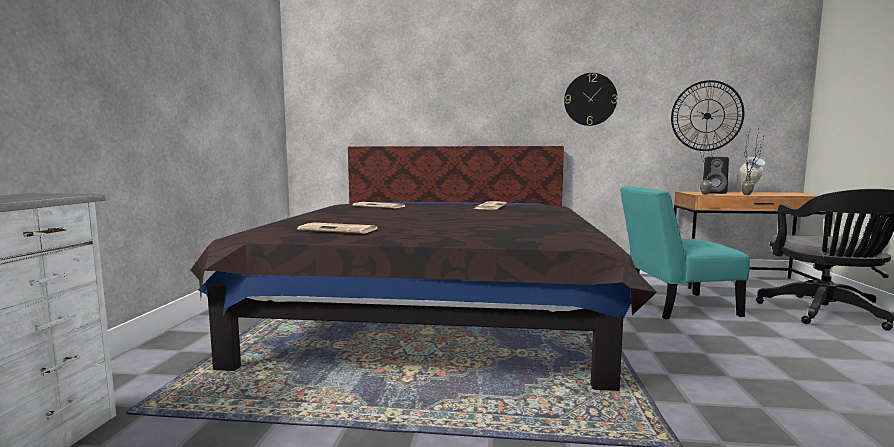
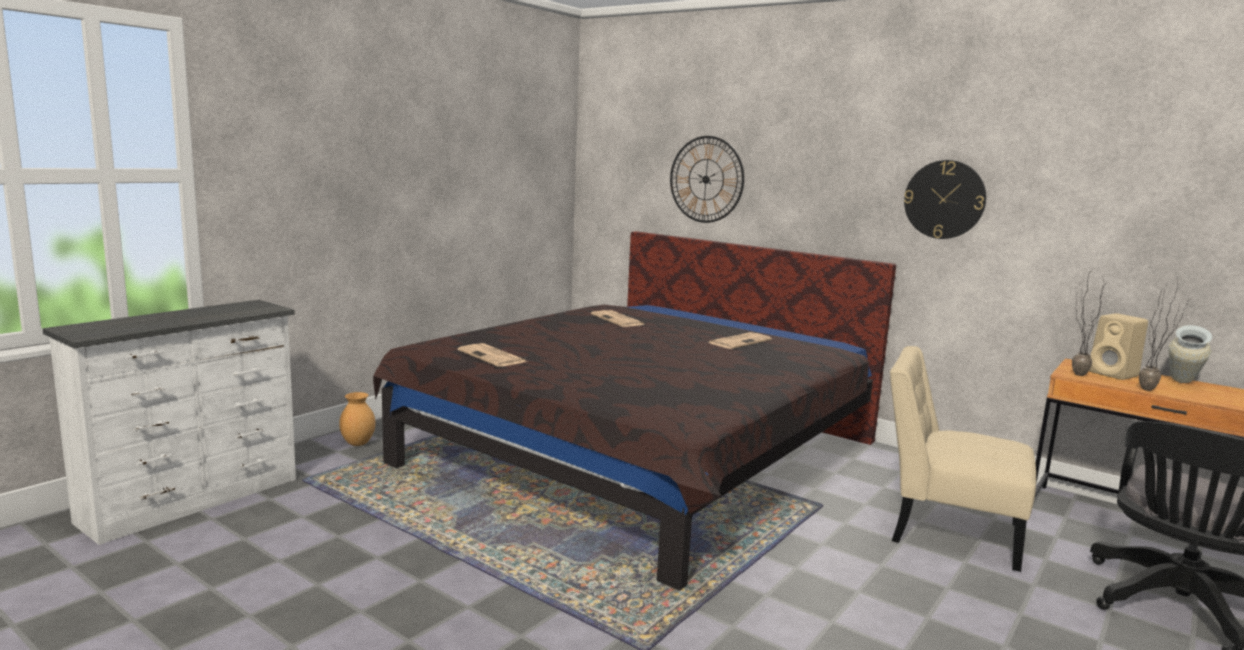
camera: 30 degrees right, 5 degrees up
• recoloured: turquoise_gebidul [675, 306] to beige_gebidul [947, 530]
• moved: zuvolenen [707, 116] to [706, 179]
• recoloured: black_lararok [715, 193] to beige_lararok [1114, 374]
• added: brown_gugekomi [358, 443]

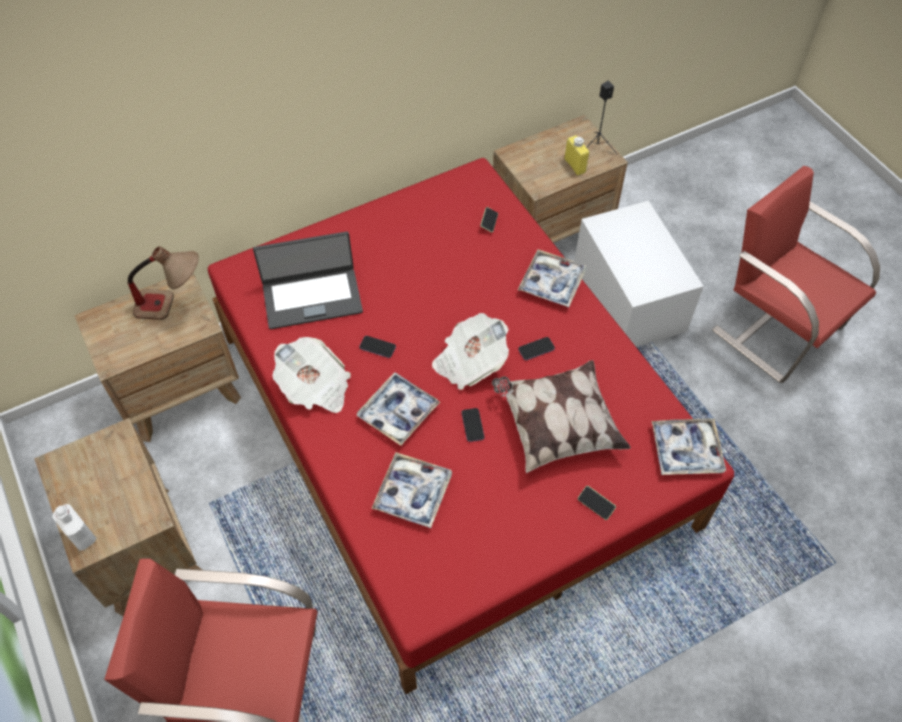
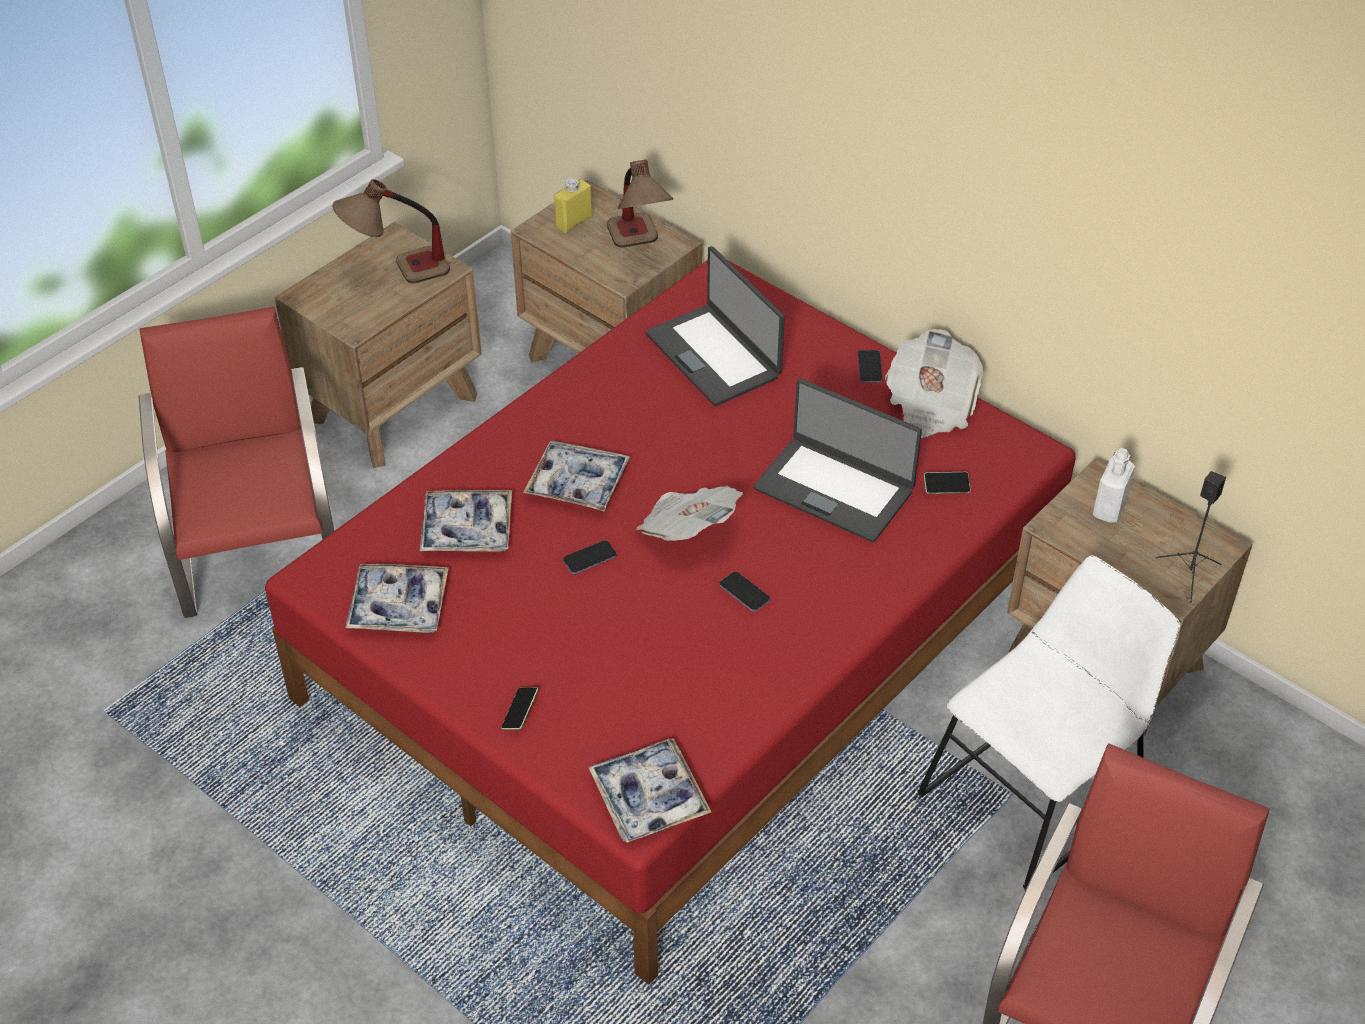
camera: 70 degrees right, 10 degrees down
• moved: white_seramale [82, 536] to [1109, 509]
• moved: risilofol [315, 387] to [930, 406]
• moved: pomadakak [377, 347] to [869, 368]
• removed: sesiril [556, 426]
• moved: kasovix [552, 283] to [398, 606]
• moved: yellow_seramale [575, 165] to [574, 222]
• replaced: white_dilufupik [628, 297] to white_gebidul [1037, 794]
• added: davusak [396, 274]
• added: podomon [834, 488]

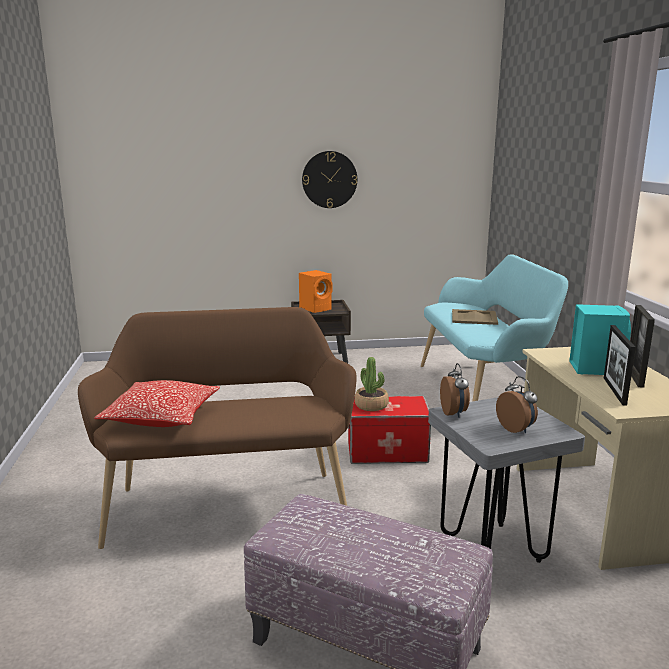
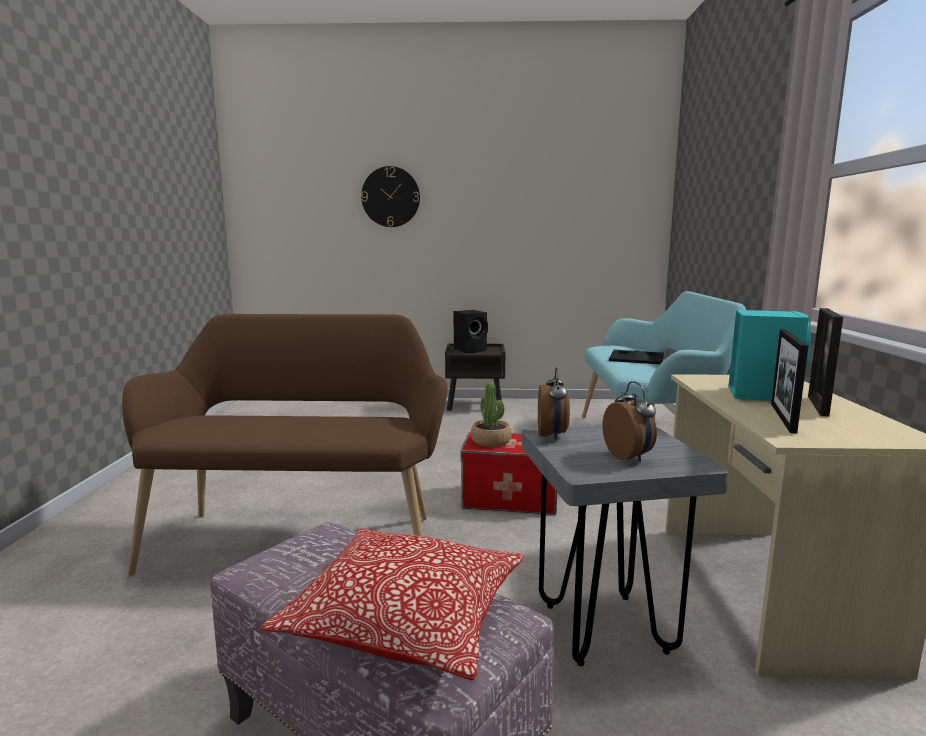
camera: 10 degrees right, 5 degrees down
• moved: sesiril [162, 417] to [406, 621]
• recoloured: orange_lararok [316, 308] to black_lararok [471, 350]
• moved: zuvolenen [329, 179] to [390, 197]
• recoloured: beige_kasovix [473, 317] to black_kasovix [636, 358]

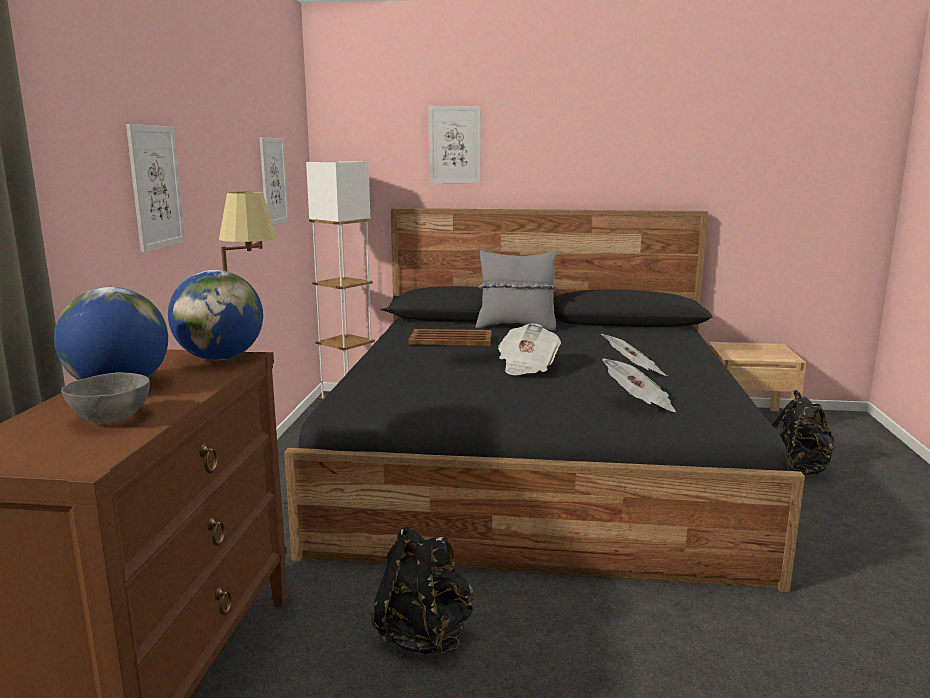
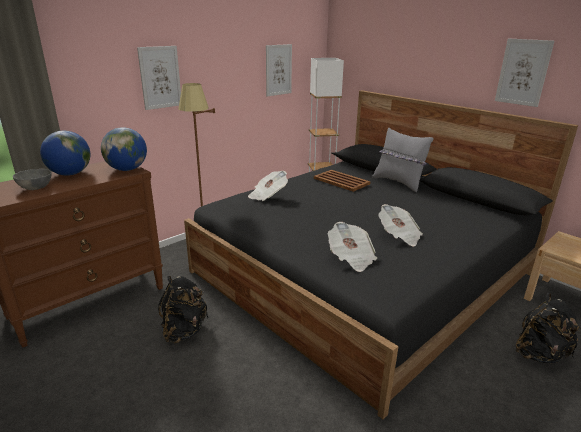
camera: 40 degrees right, 10 degrees up
• moved: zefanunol [454, 145] to [523, 72]
• moved: risilofol [526, 367] to [268, 195]

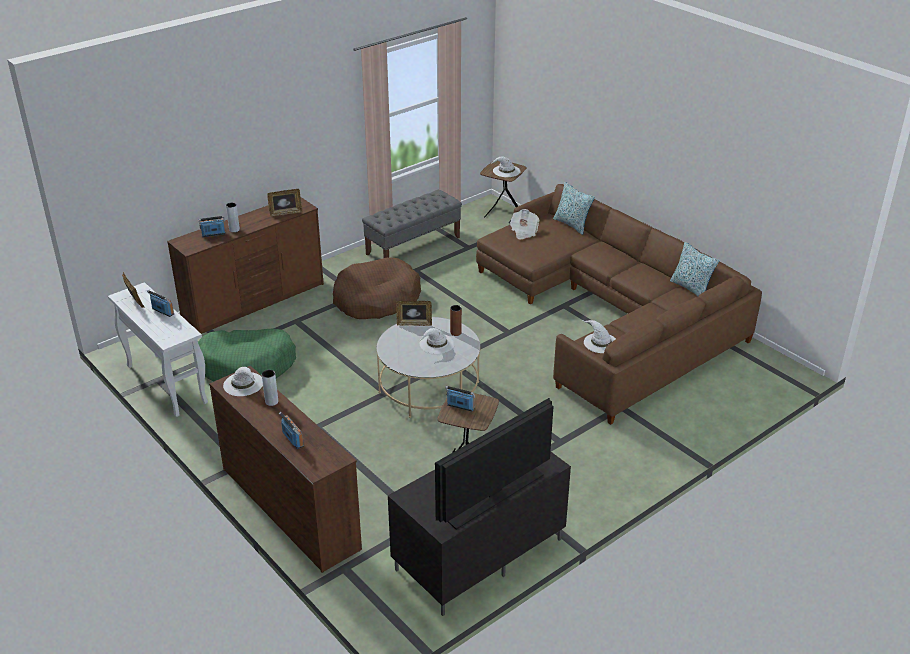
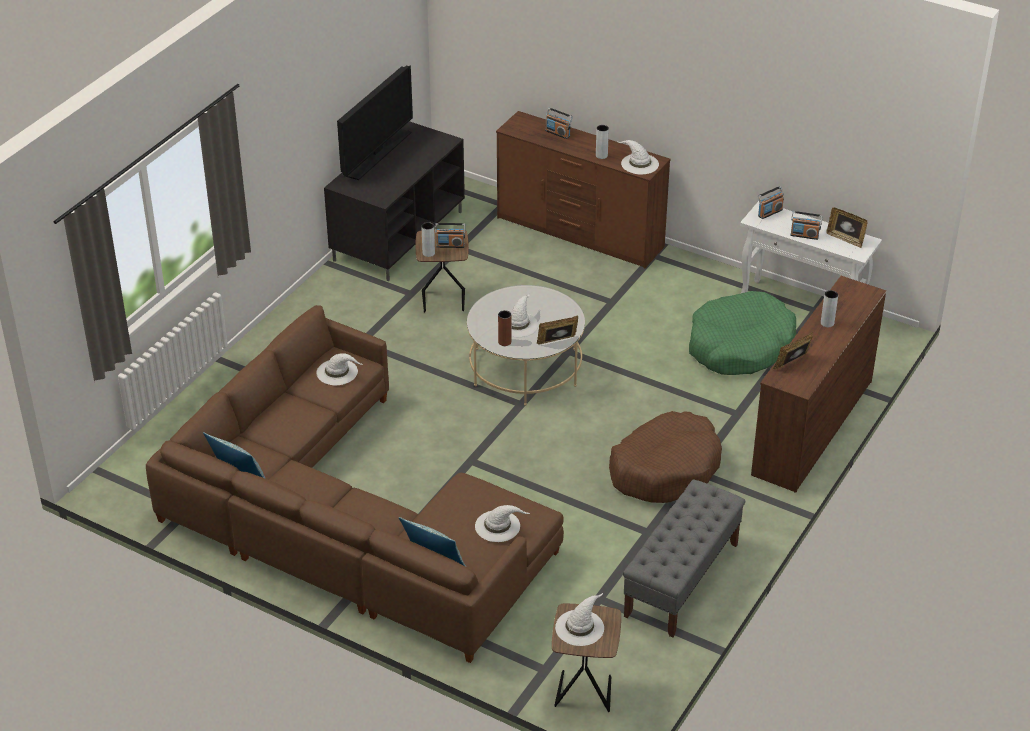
camera: 160 degrees right, 5 degrees up
• moved: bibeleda [213, 234] to [769, 212]
• replaced: risilofol [523, 232] to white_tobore [498, 526]
• added: grey_gugekomi [428, 253]

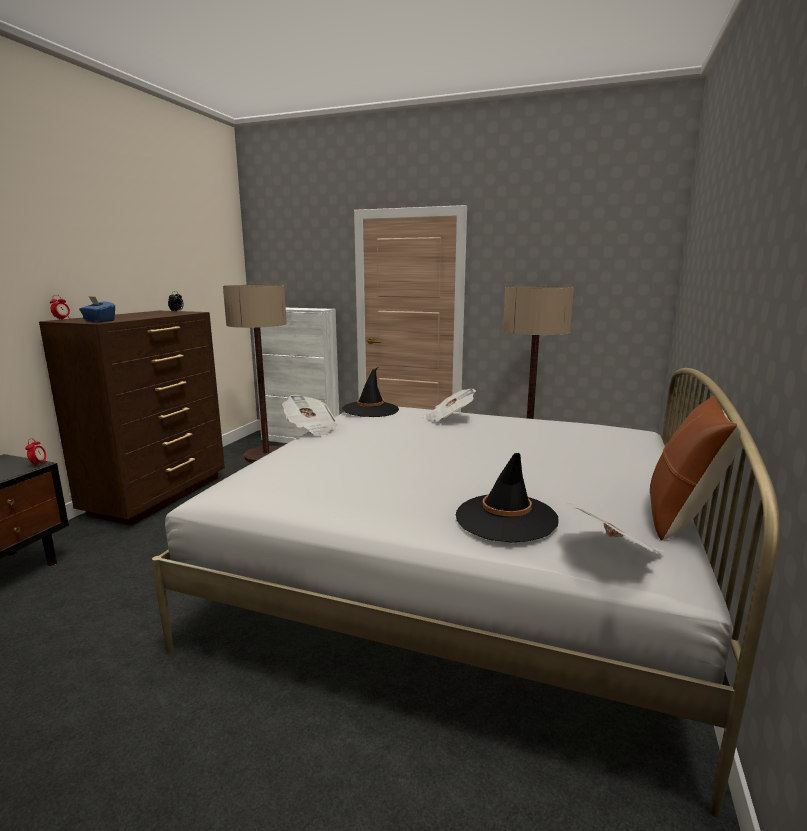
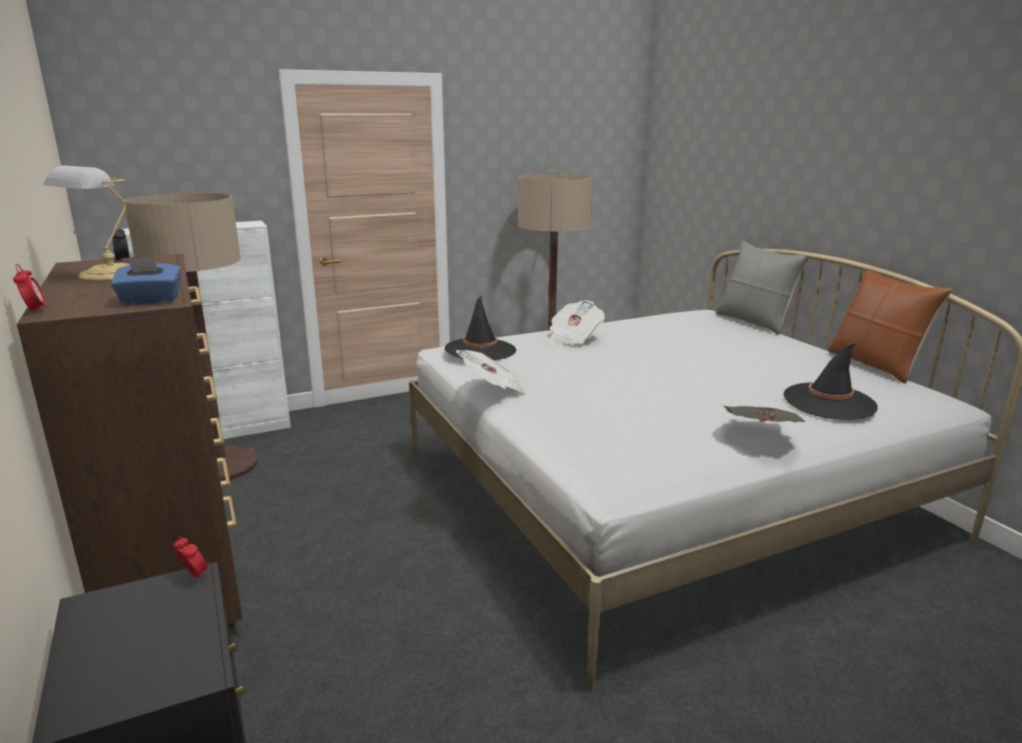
camera: 45 degrees left, 5 degrees up
• moved: risilofol [614, 552] to [760, 434]
• added: davusak [108, 274]
• added: grey_sesiril [754, 322]

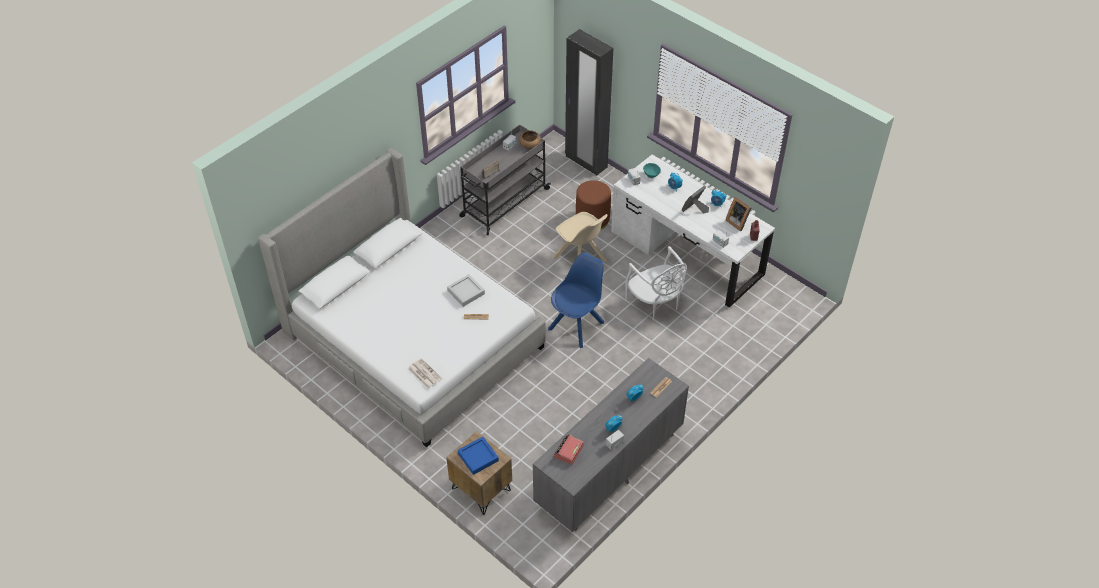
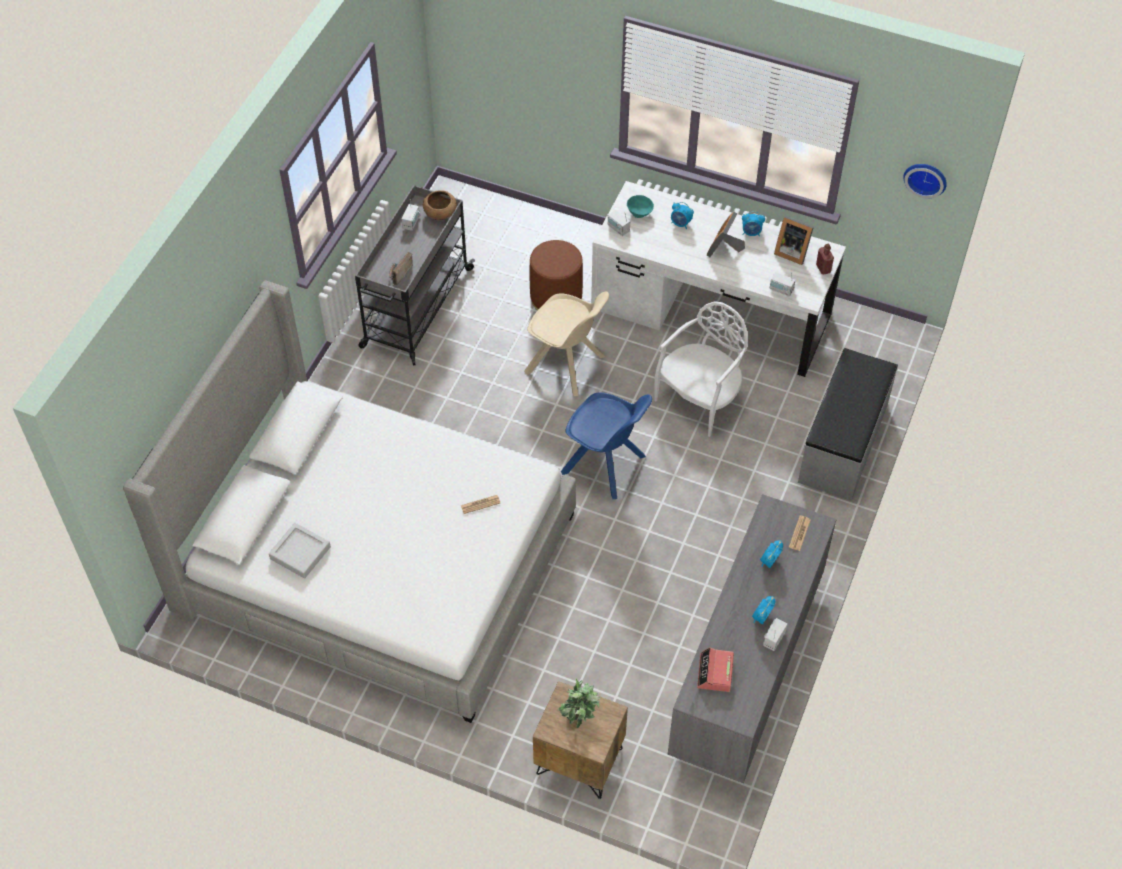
camera: 20 degrees left, 5 degrees up
• removed: risilofol [424, 373]
• moved: grey_kasovix [466, 292] to [300, 553]
• replaced: blue_kasovix [478, 457] to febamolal [579, 721]
• turned: blue_gebidul [577, 325] = [605, 466] 105 degrees clockwise
• removed: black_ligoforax [586, 162]
• turned: white_gebidul [655, 303] = [700, 400] 90 degrees counterclockwise
• added: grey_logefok [844, 444]
• added: zuvolenen [926, 178]

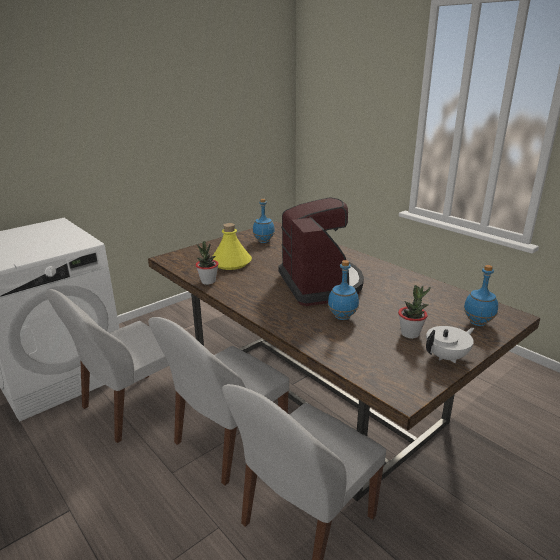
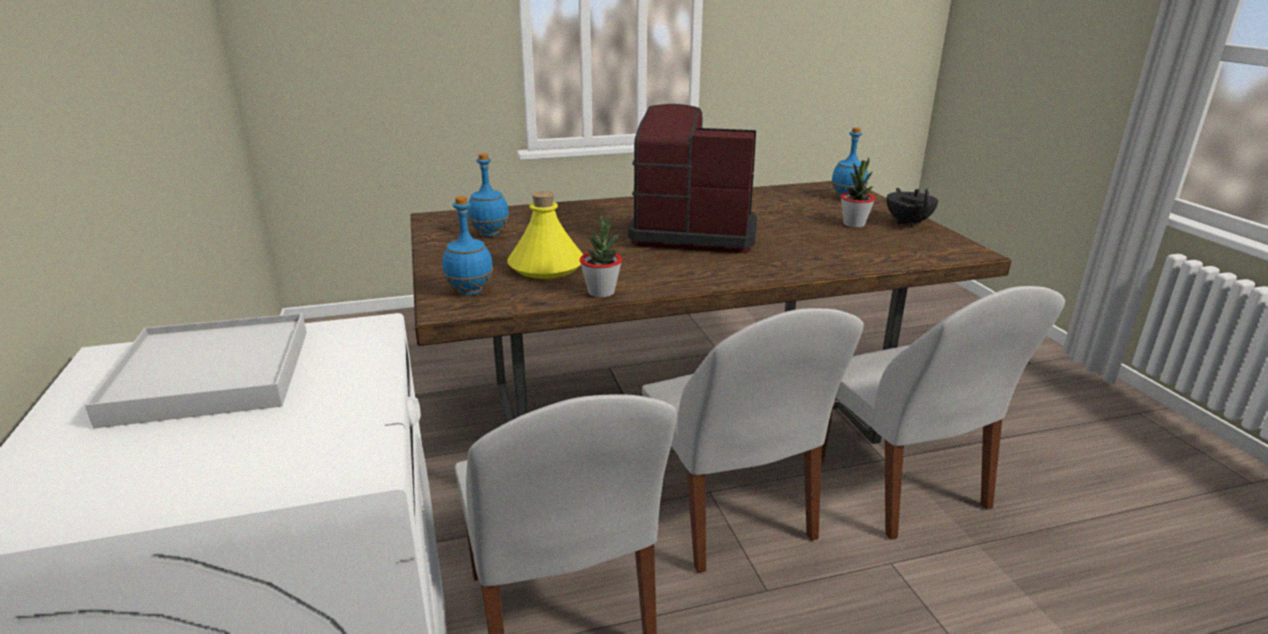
camera: 65 degrees left, 0 degrees up
• moved: blue_seramale [342, 317] to [470, 291]
• recoloured: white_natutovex [447, 357] to black_natutovex [908, 222]
• added: white_kasovix [211, 375]

